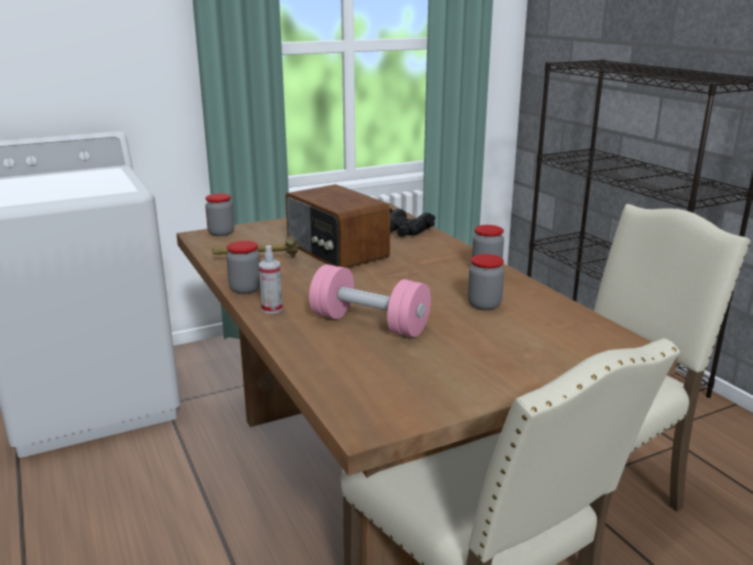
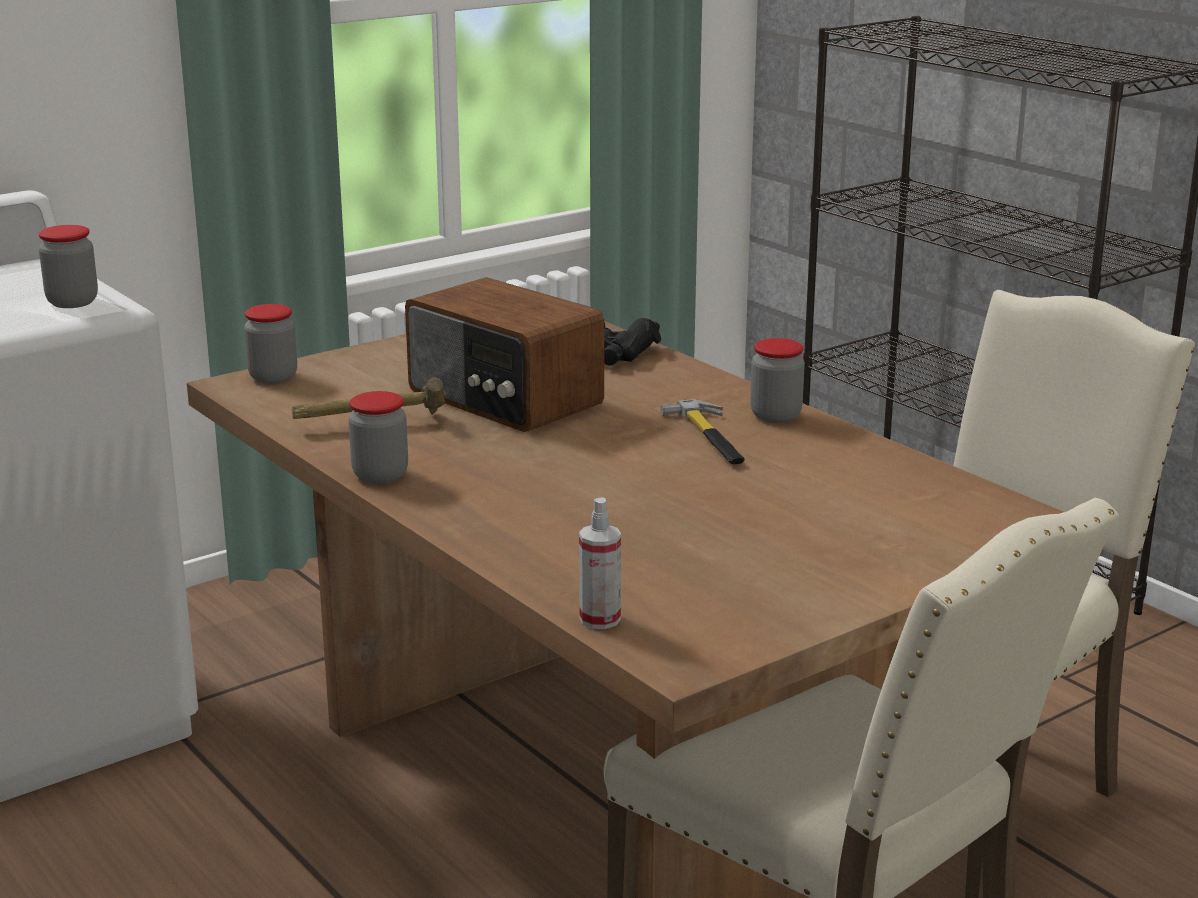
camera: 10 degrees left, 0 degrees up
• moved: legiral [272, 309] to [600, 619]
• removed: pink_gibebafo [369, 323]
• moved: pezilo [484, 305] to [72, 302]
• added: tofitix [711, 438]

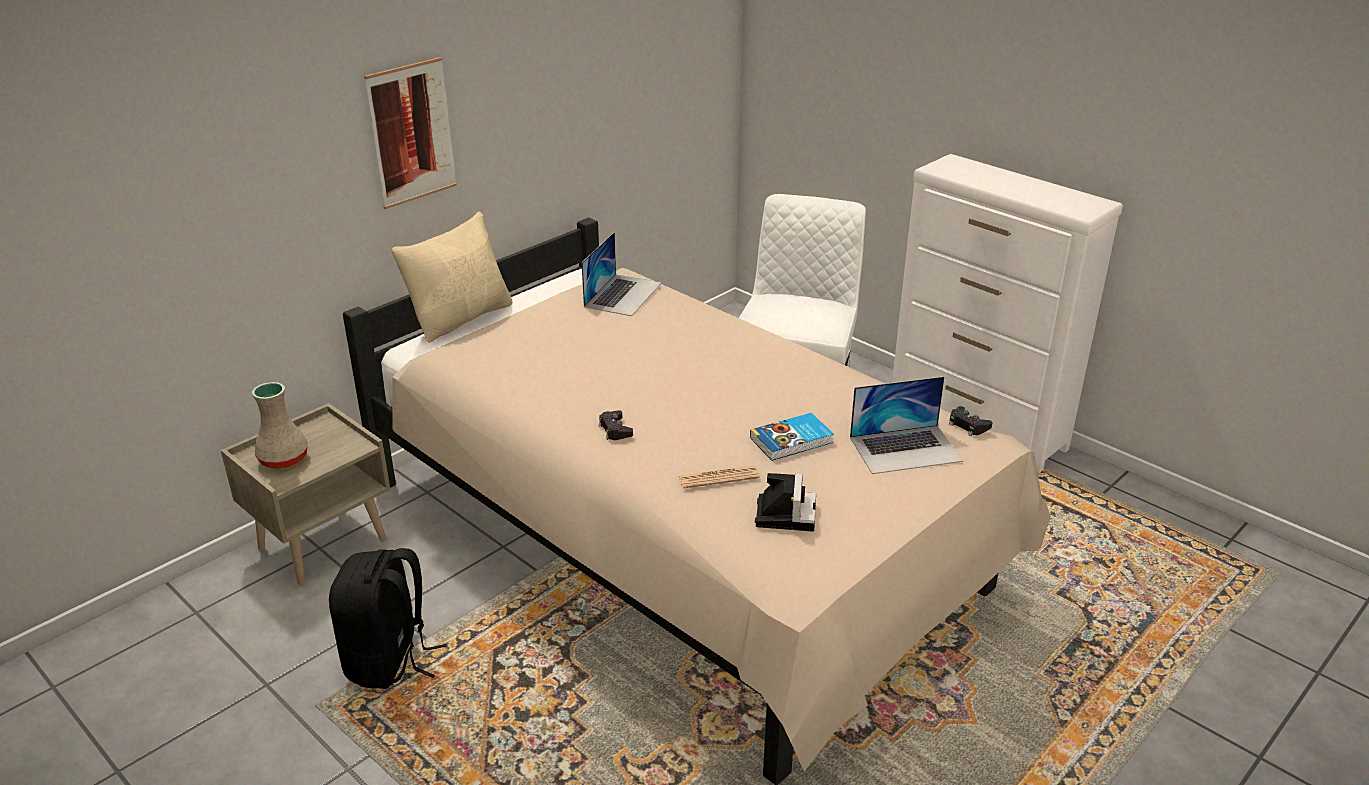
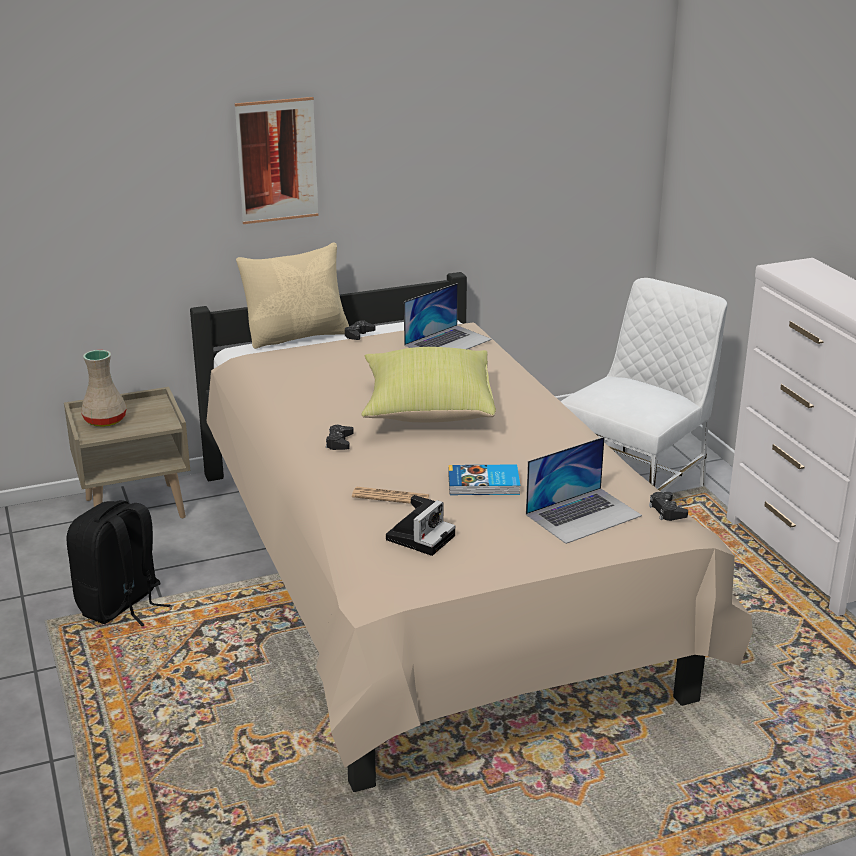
camera: 25 degrees right, 5 degrees down
• turned: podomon [905, 449] = [583, 515] 45 degrees counterclockwise
• added: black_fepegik [359, 334]
• added: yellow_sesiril [427, 409]

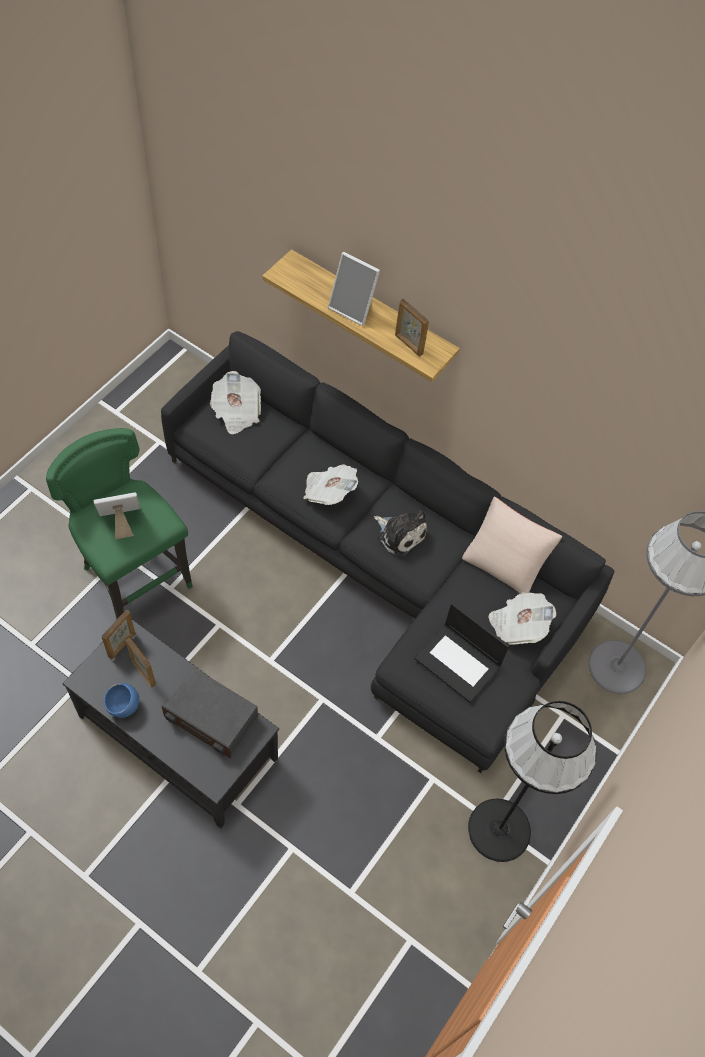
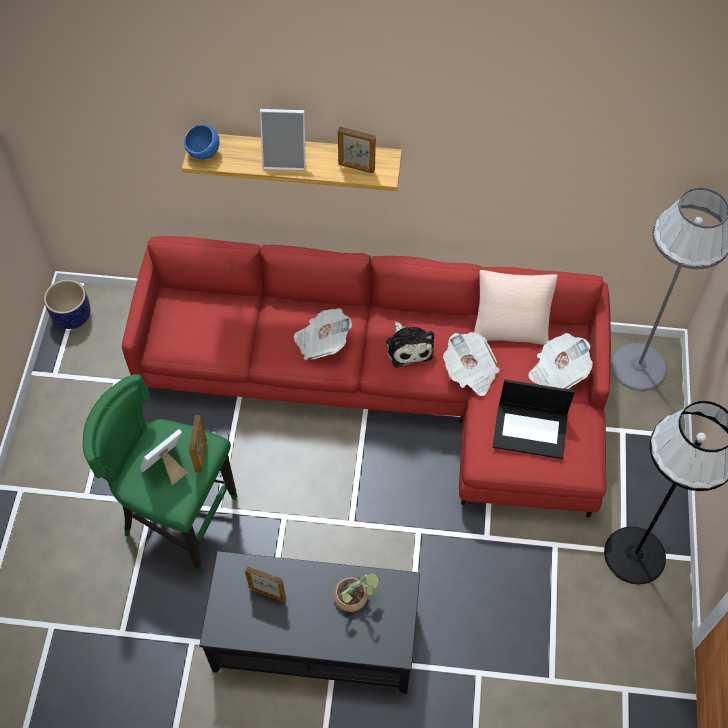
camera: 25 degrees left, 0 degrees up
• moved: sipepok [122, 645] to [201, 455]
• moved: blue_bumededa [124, 706] to [204, 153]
• recoloured: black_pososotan [383, 563] to red_pososotan [392, 384]
• replaced: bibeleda [211, 717] to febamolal [355, 597]
• moved: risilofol [236, 412] to [470, 372]
• turned: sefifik [400, 534] = [408, 347] 60 degrees clockwise
• added: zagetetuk [73, 316]

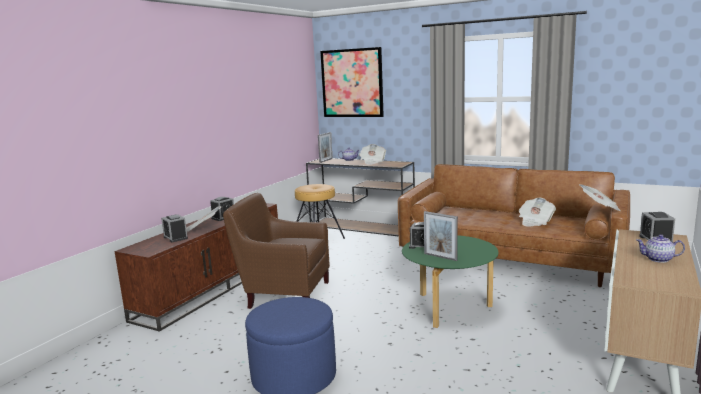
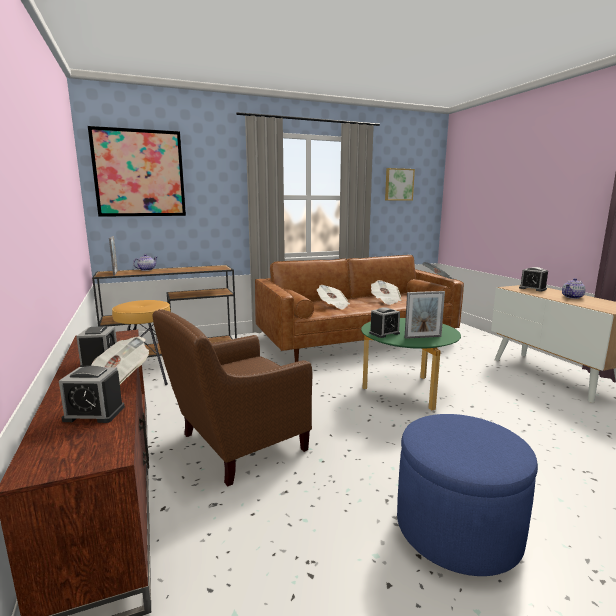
camera: 50 degrees left, 0 degrees up
• moved: risilofol [372, 162] to [333, 306]
• added: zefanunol [398, 184]

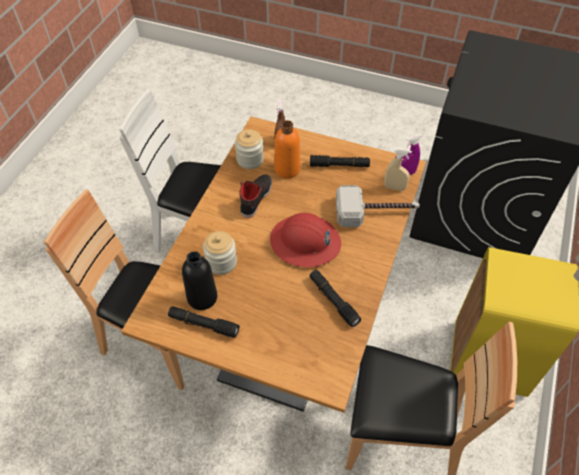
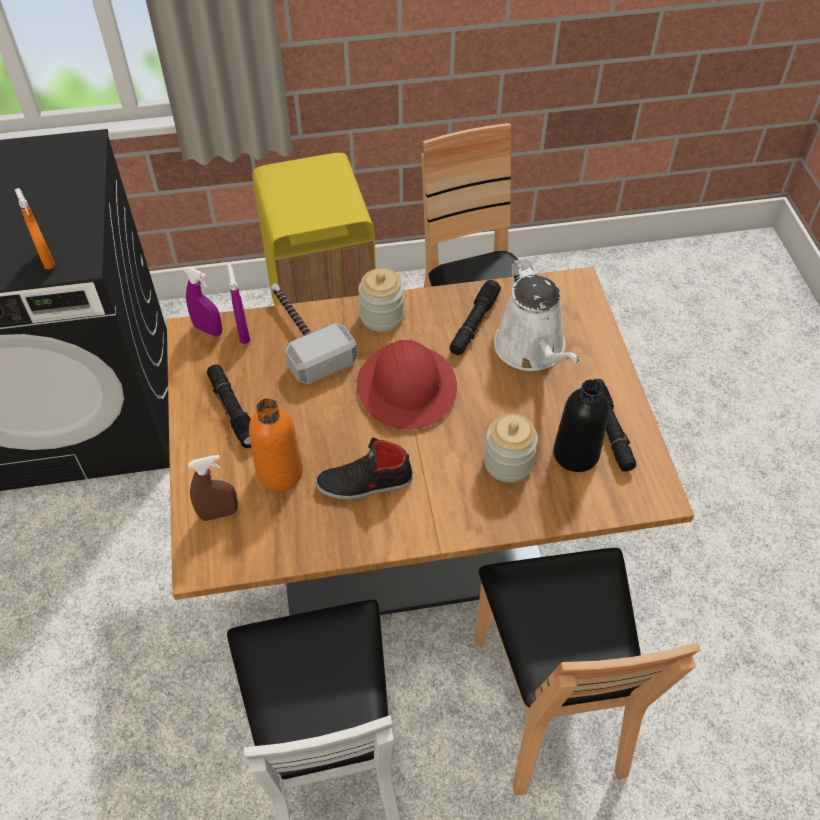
camera: 120 degrees left, 0 degrees up
• moved: pezilo [250, 159] to [382, 316]
• recoloured: beige_legiral [394, 187] to purple_legiral [243, 333]
• added: orange_legiral [47, 260]
• added: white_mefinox [532, 350]

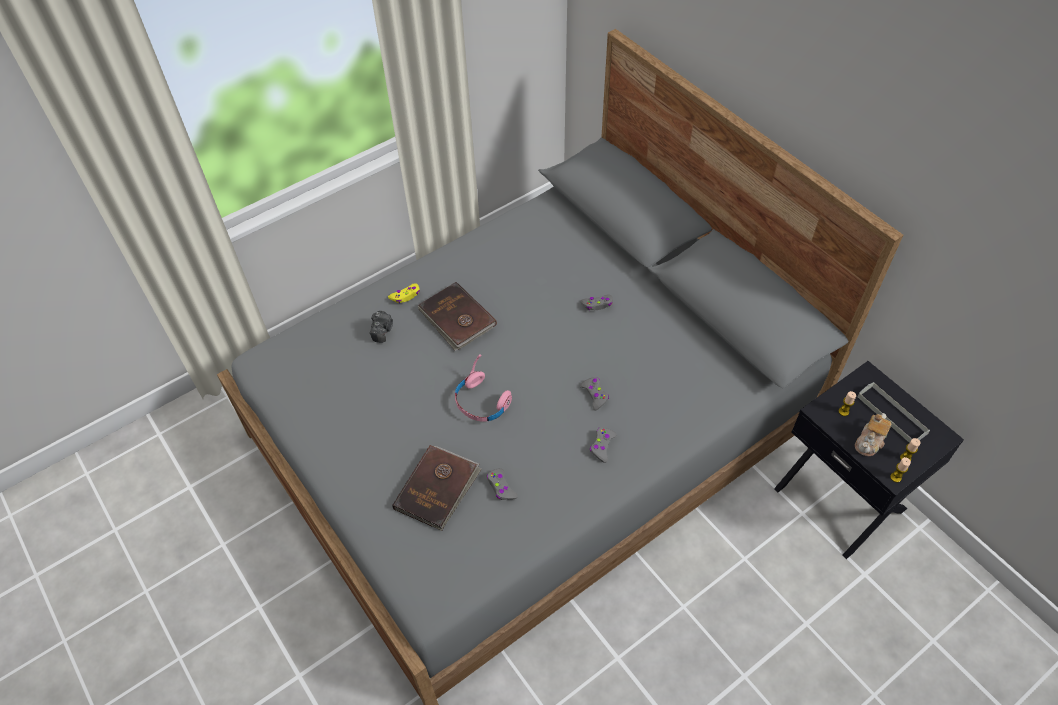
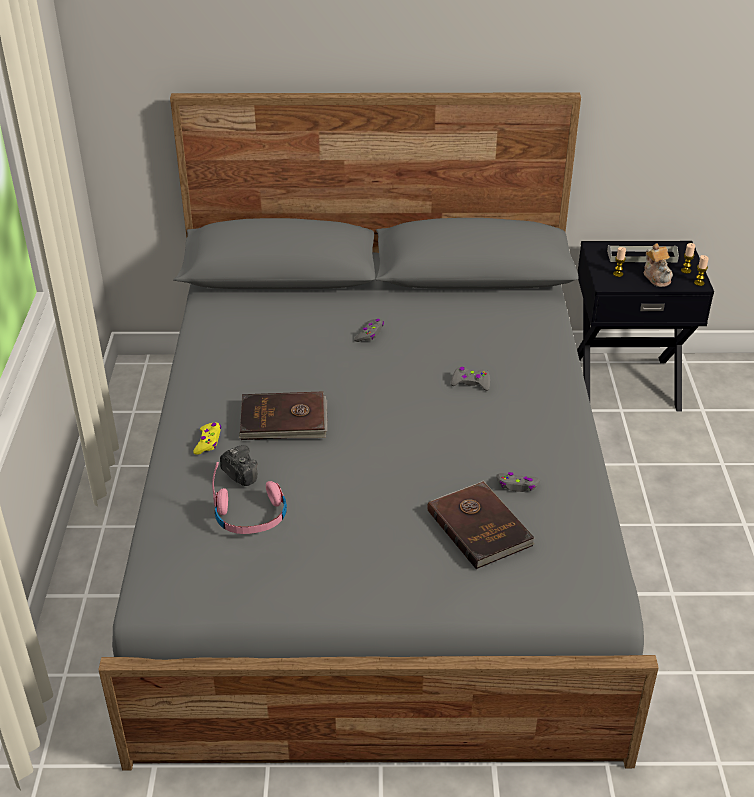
camera: 55 degrees left, 15 degrees down
• moved: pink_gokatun [481, 402] to [251, 516]
• removed: grey_fepegik [602, 446]

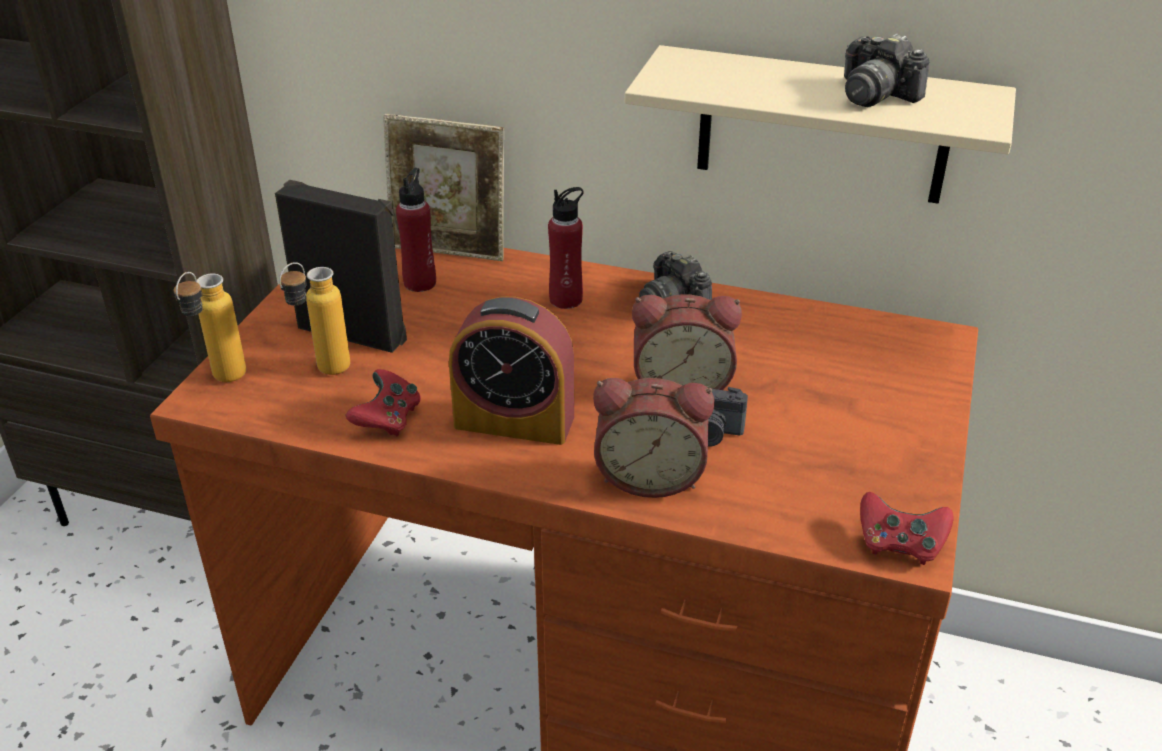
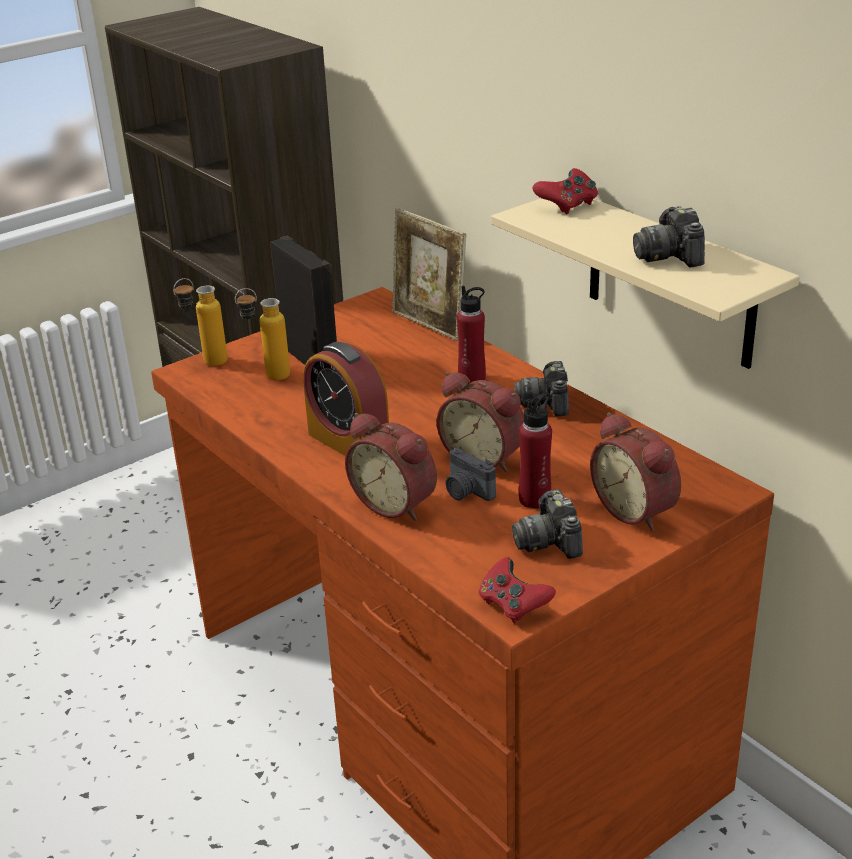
camera: 35 degrees right, 5 degrees down
• moved: red_fepegik [388, 420] to [567, 205]
• moved: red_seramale [420, 283] to [535, 499]
• added: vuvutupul [549, 541]
• added: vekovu [637, 510]

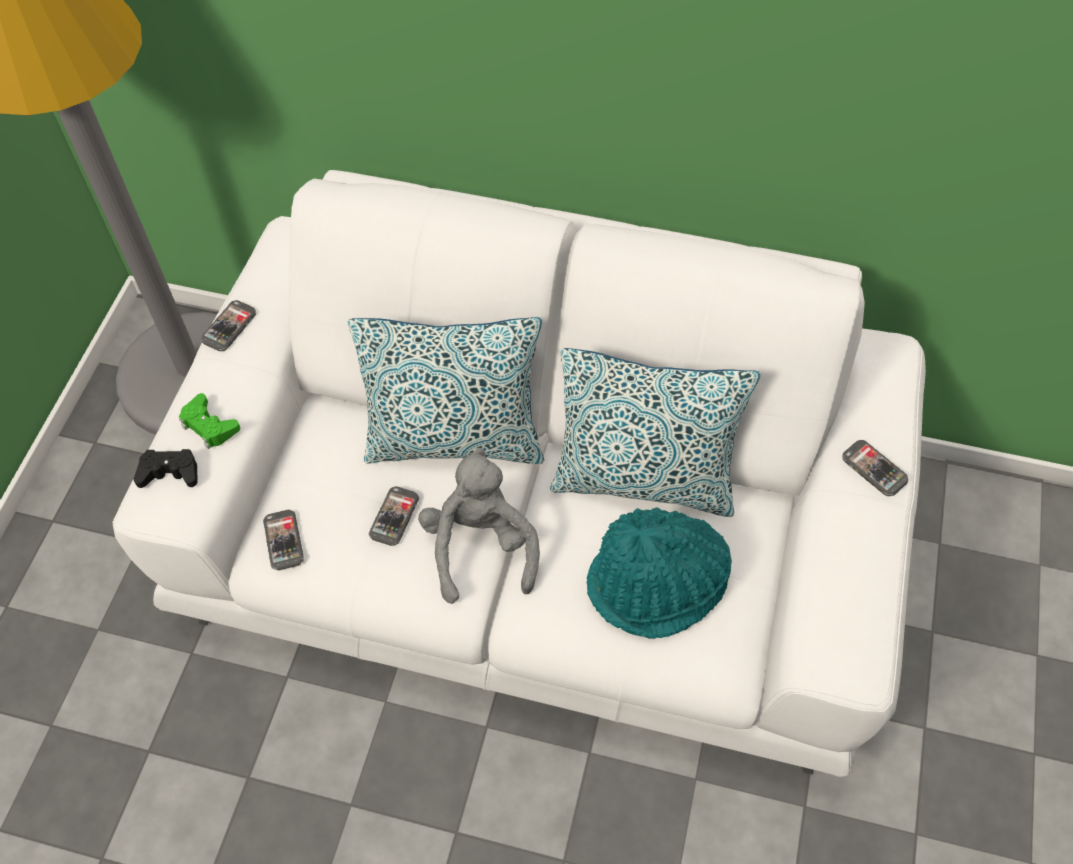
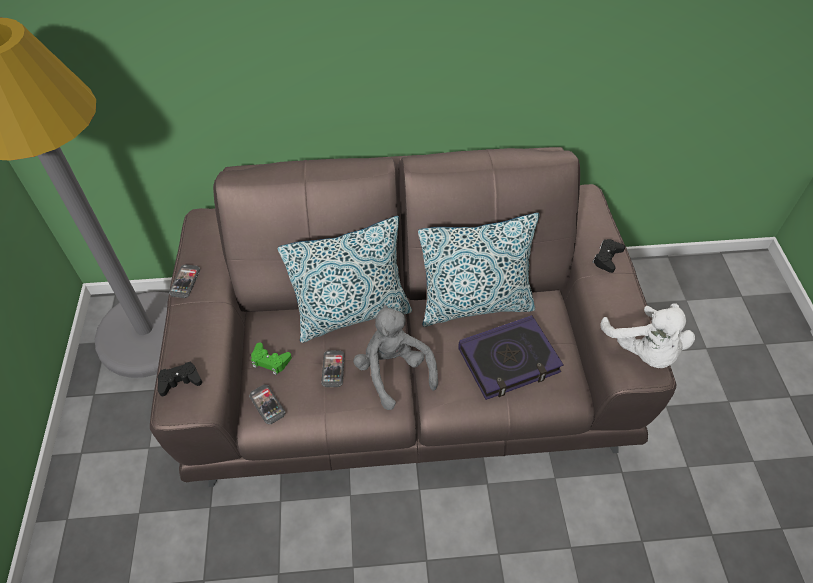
camera: 20 degrees left, 5 degrees down
• recoloured: white_pososotan [539, 541] to brown_pososotan [407, 370]
• moved: green_fepegik [209, 426] to [270, 361]
• replaced: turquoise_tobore [657, 585] to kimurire [509, 361]
• replaced: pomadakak [874, 469] to black_fepegik [607, 258]
• added: white_sefifik [643, 351]

